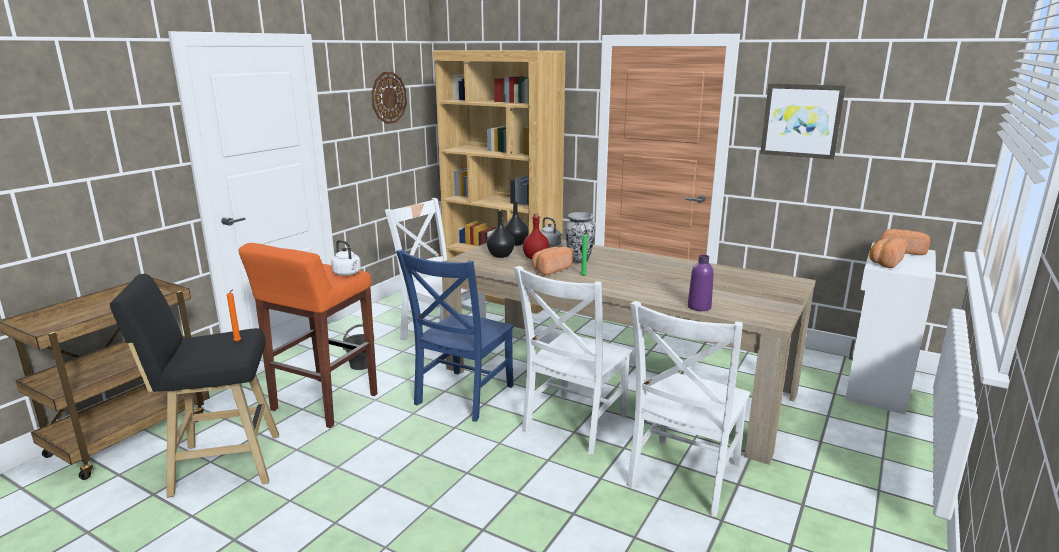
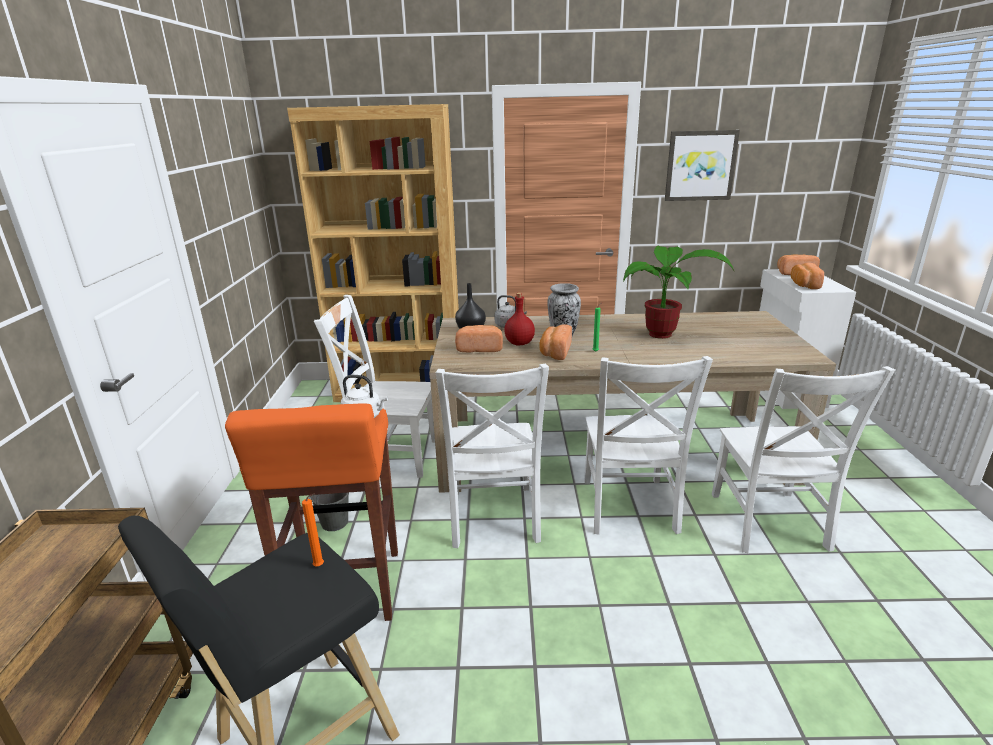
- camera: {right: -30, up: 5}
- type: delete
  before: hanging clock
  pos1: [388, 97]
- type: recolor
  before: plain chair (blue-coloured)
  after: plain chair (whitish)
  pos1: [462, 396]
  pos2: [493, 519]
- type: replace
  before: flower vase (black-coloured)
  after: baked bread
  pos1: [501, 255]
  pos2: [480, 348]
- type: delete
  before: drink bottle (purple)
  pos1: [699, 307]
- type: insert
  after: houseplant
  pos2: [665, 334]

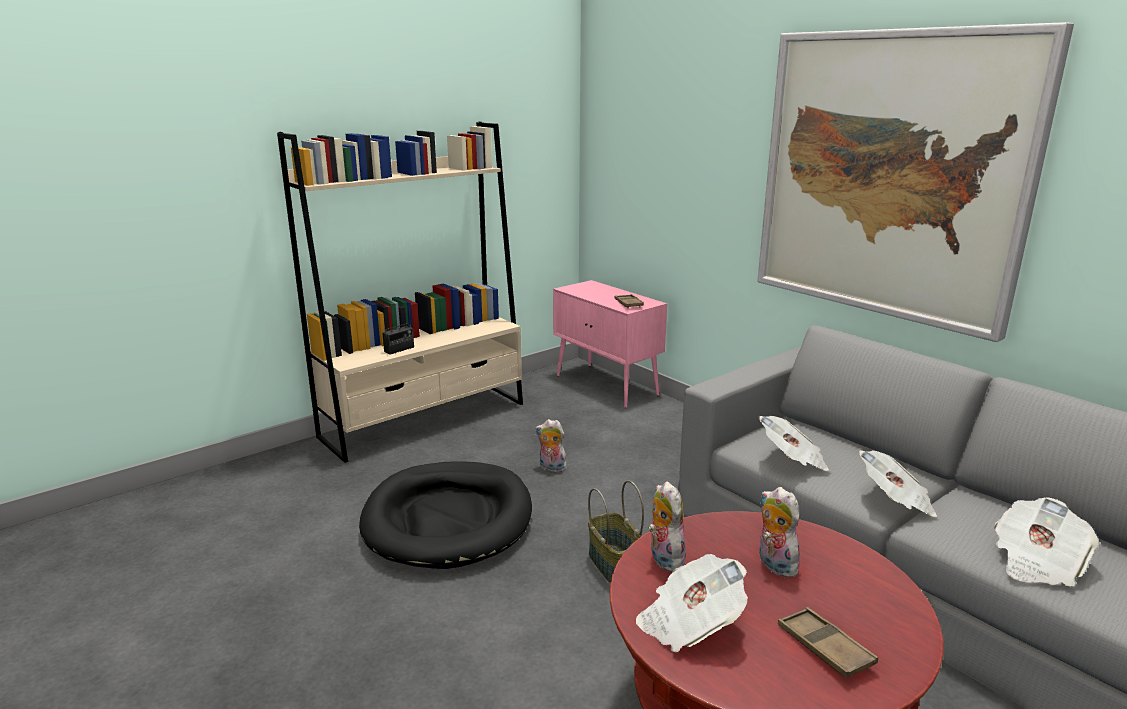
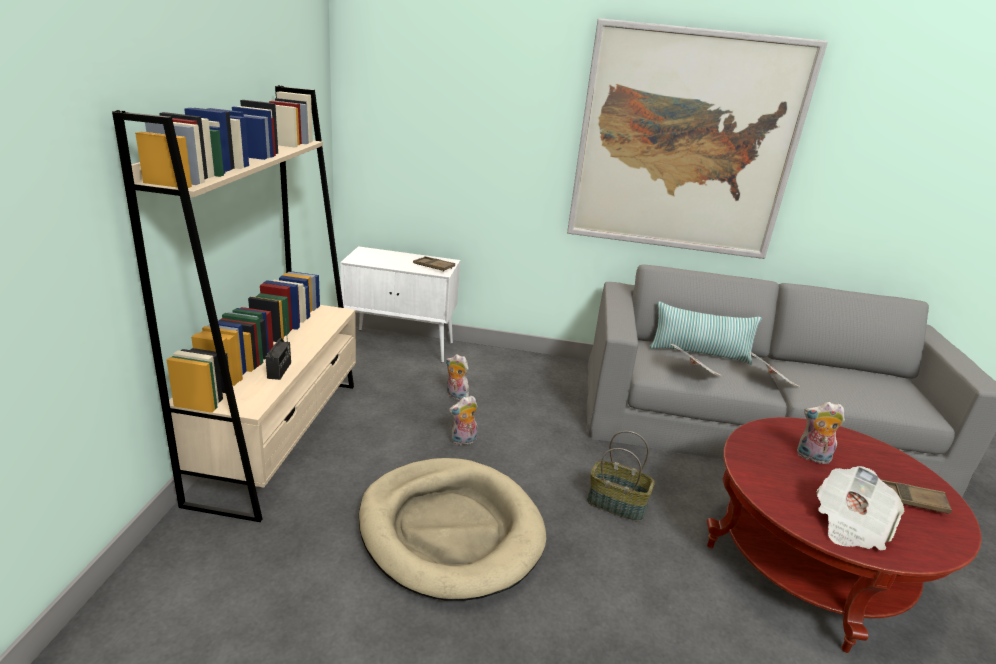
- camera: {right: -45, up: 5}
- type: recolor
  before: pet bed (black-coloured)
  after: pet bed (beige)
  pos1: [448, 519]
  pos2: [450, 530]
- type: recolor
  before: cabinet (pink-coloured)
  after: cabinet (whitish)
  pos1: [607, 386]
  pos2: [401, 345]
- type: move
  before: plush toy
  pos1: [663, 559]
  pos2: [455, 396]
- type: delete
  before: daily paper
  pos1: [1036, 562]
- type: insert
  after: pillow
  pos2: [699, 353]

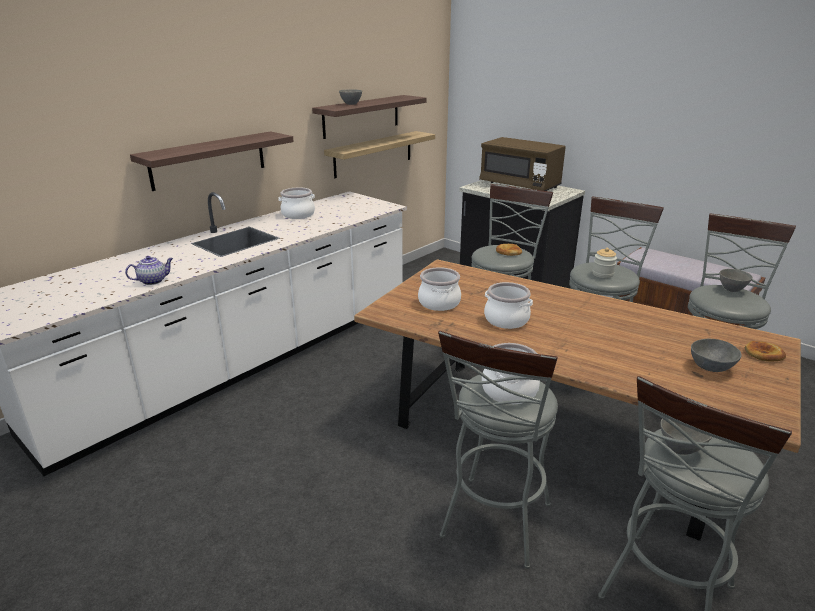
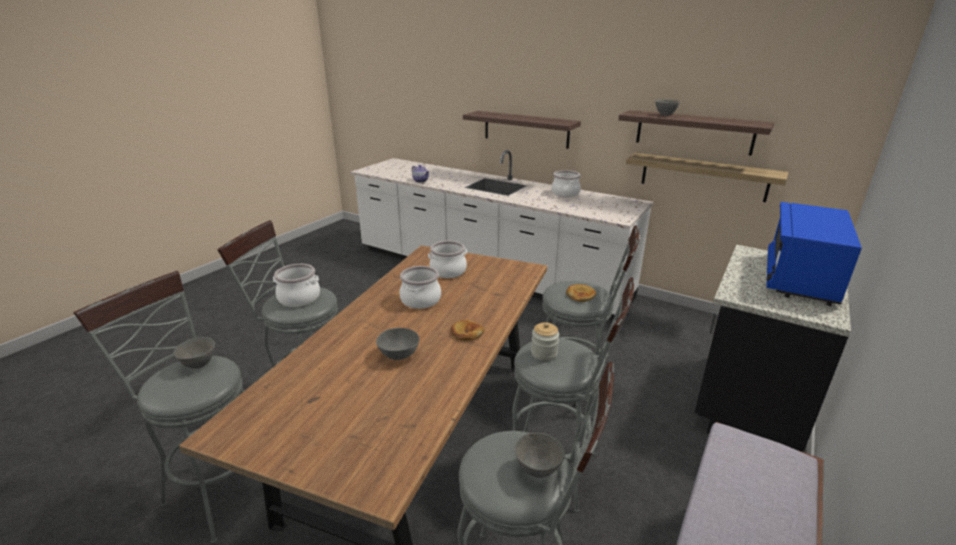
- camera: {right: 80, up: 0}
- type: recolor
  before: kitchen microwave (brown-coloured)
  after: kitchen microwave (blue-coloured)
  pos1: [519, 185]
  pos2: [799, 279]
- type: move
  before: serving bowl (gray)
  pos1: [712, 367]
  pos2: [399, 355]
- type: move
  before: baked bread
  pos1: [763, 354]
  pos2: [466, 333]

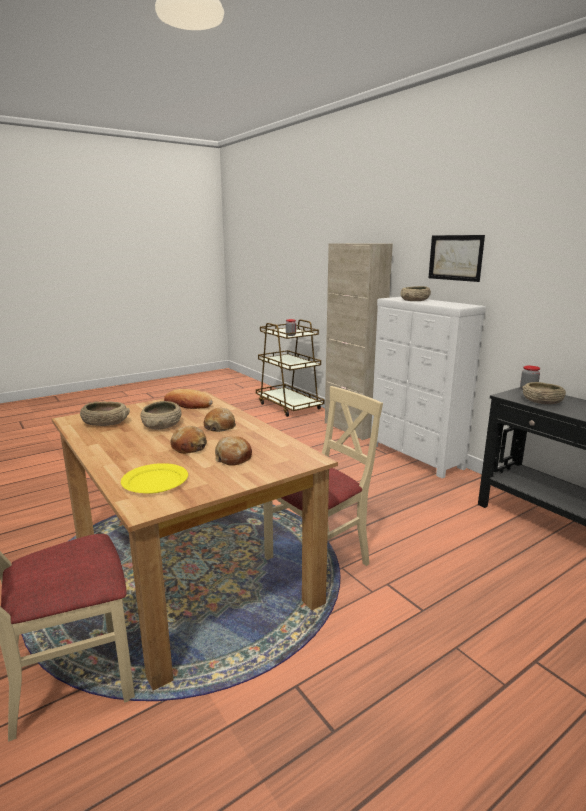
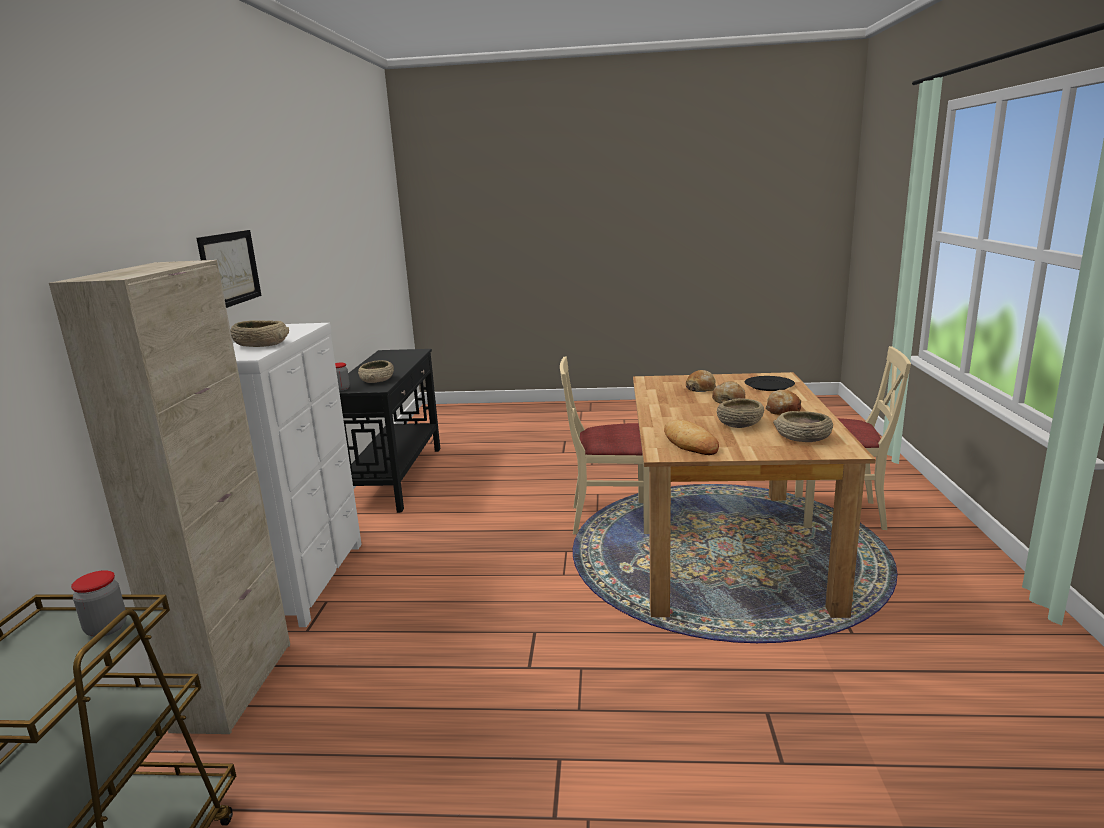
- camera: {right: -140, up: 0}
- type: recolor
  before: flat dish (yellow)
  after: flat dish (black-coloured)
  pos1: [155, 481]
  pos2: [769, 385]
- type: move
  before: baked bread
  pos1: [220, 426]
  pos2: [782, 410]

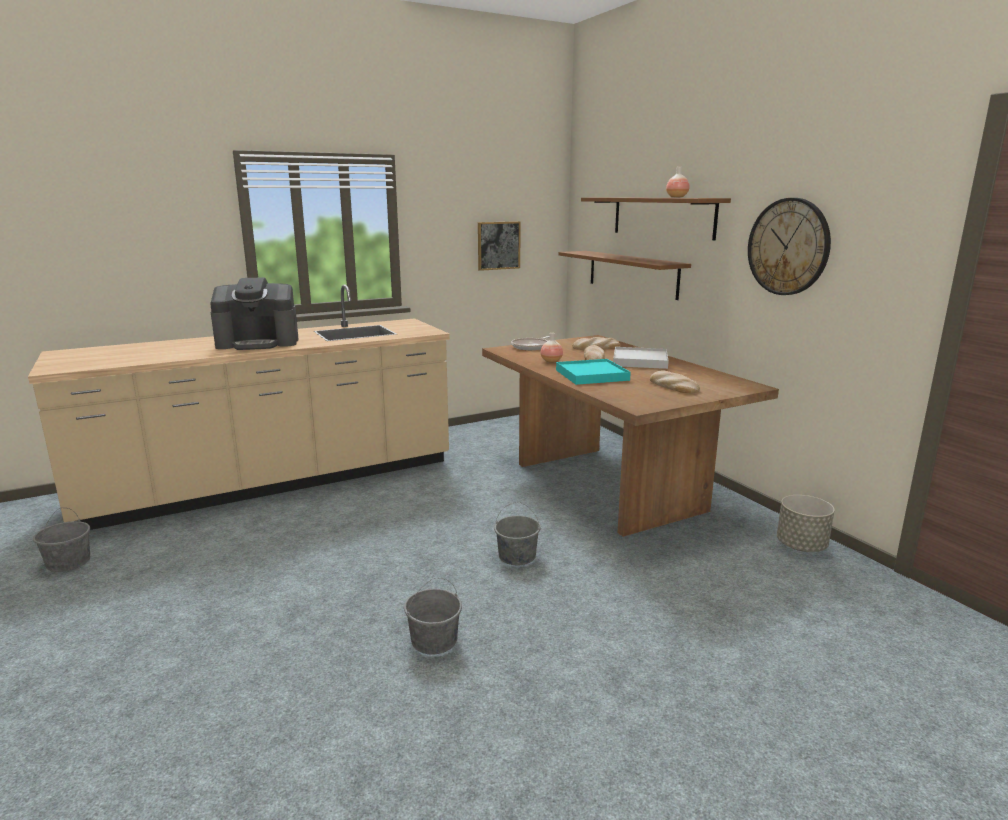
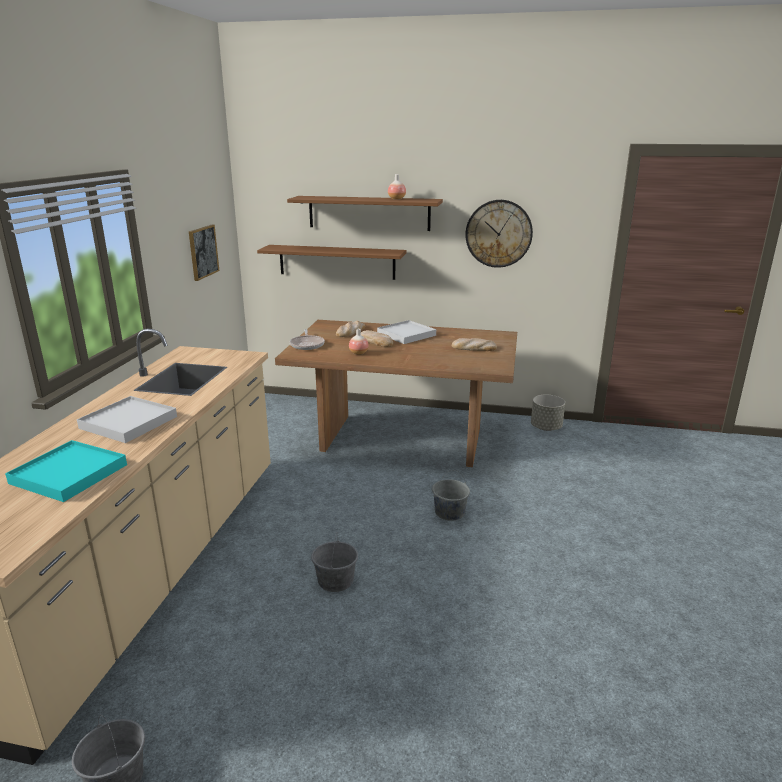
- camera: {right: -50, up: 5}
- type: replace
  before: coffee machine
  after: serving tray (whitish)
  pos1: [258, 342]
  pos2: [128, 422]
- type: move
  before: water bucket (gray)
  pos1: [434, 640]
  pos2: [335, 580]
- type: move
  before: serving tray (turquoise-coloured)
  pos1: [591, 375]
  pos2: [69, 474]

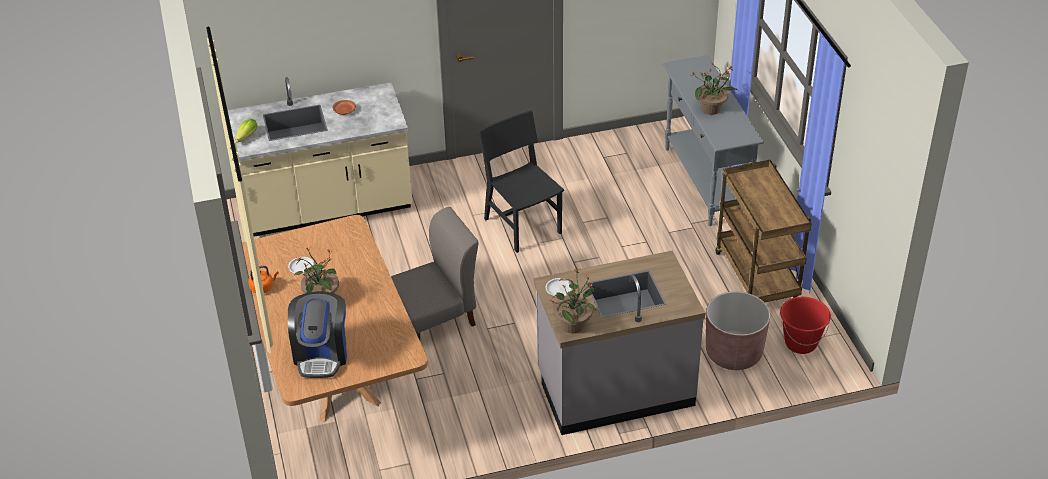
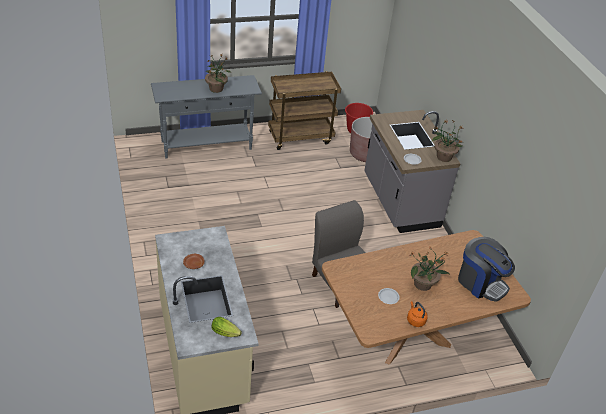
- camera: {right: -95, up: 0}
- type: rotate
  before: coffee machine
  pos1: [321, 354]
  pos2: [481, 283]
  turn: 45
- type: delete
  before: plain chair (black-coloured)
  pos1: [523, 225]

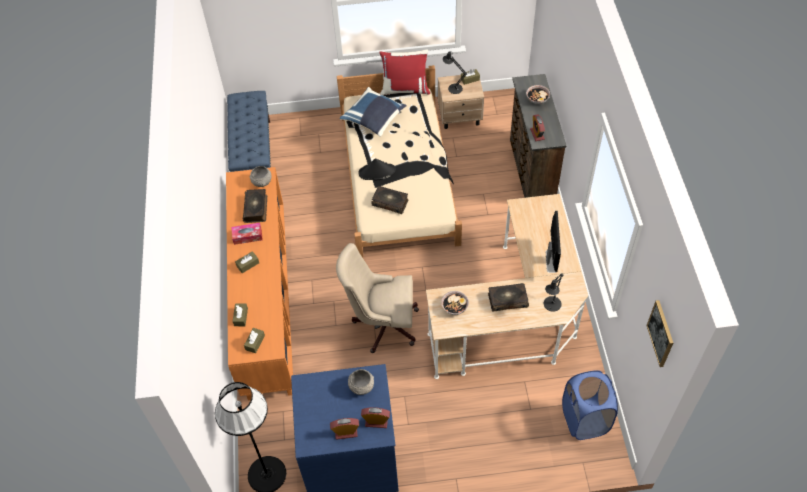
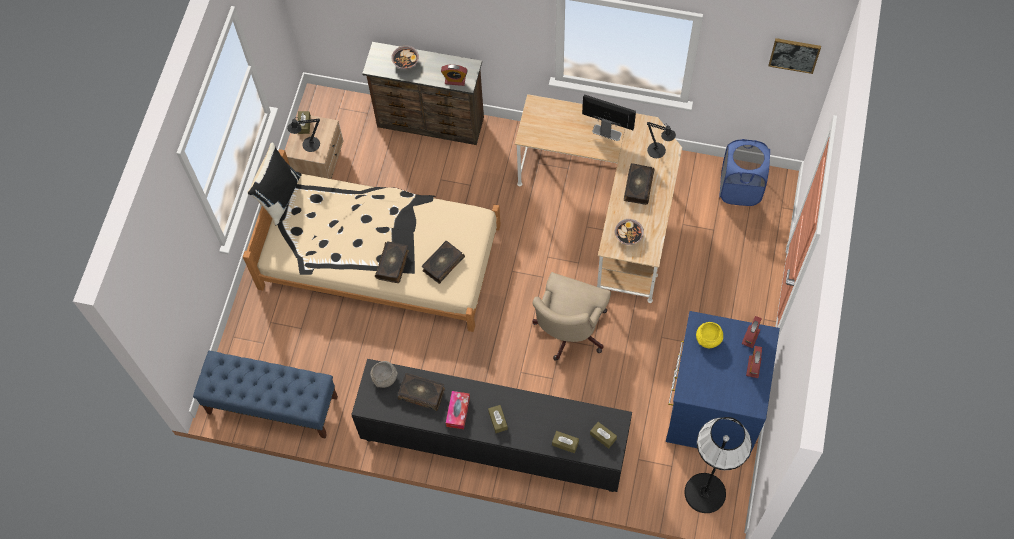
- camera: {right: -70, up: 10}
- type: recolor
  before: cabinet (orangey)
  after: cabinet (black-coloured)
  pos1: [265, 302]
  pos2: [494, 444]
- type: delete
  before: pillow (blue-coloured)
  pos1: [374, 119]
- type: recolor
  before: serving bowl (gray)
  after: serving bowl (yellow)
  pos1: [361, 386]
  pos2: [708, 339]
- type: replace
  before: hat (black-coloured)
  after: bound book
  pos1: [377, 172]
  pos2: [393, 264]
- type: recolor
  before: pillow (red-coloured)
  after: pillow (black-coloured)
  pos1: [405, 89]
  pos2: [279, 197]

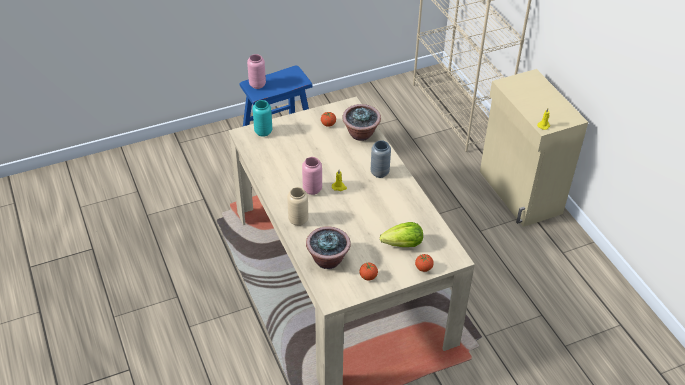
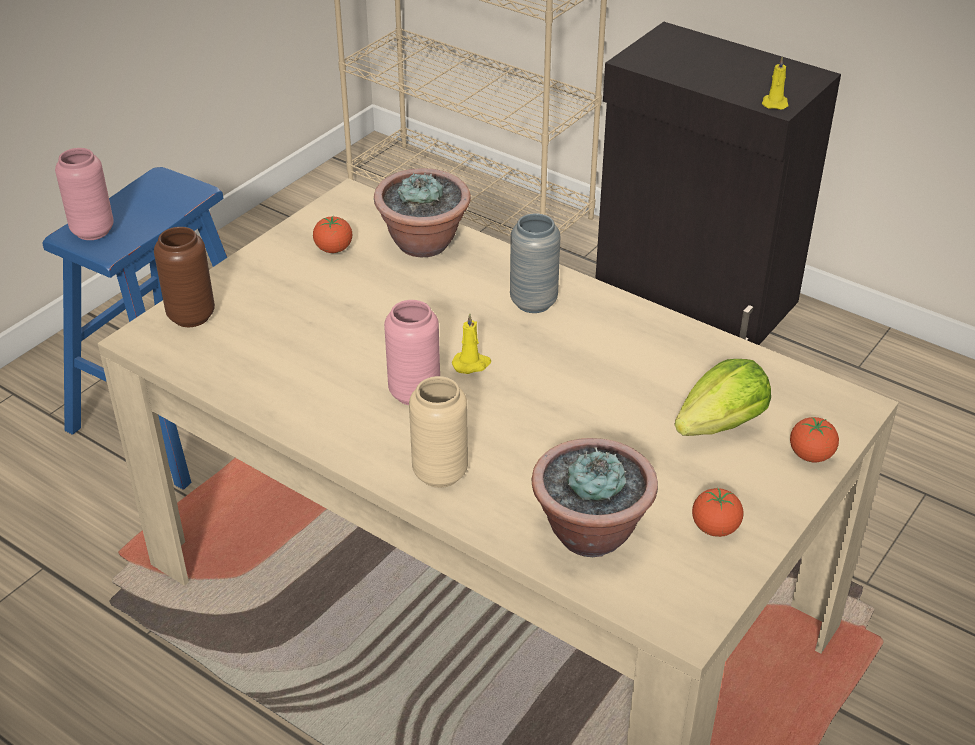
- camera: {right: -30, up: -5}
- type: recolor
  before: flower vase (turquoise-coloured)
  after: flower vase (brown-coloured)
  pos1: [263, 132]
  pos2: [191, 316]
- type: recolor
  before: cabinet (beige)
  after: cabinet (black-coloured)
  pos1: [519, 193]
  pos2: [695, 295]

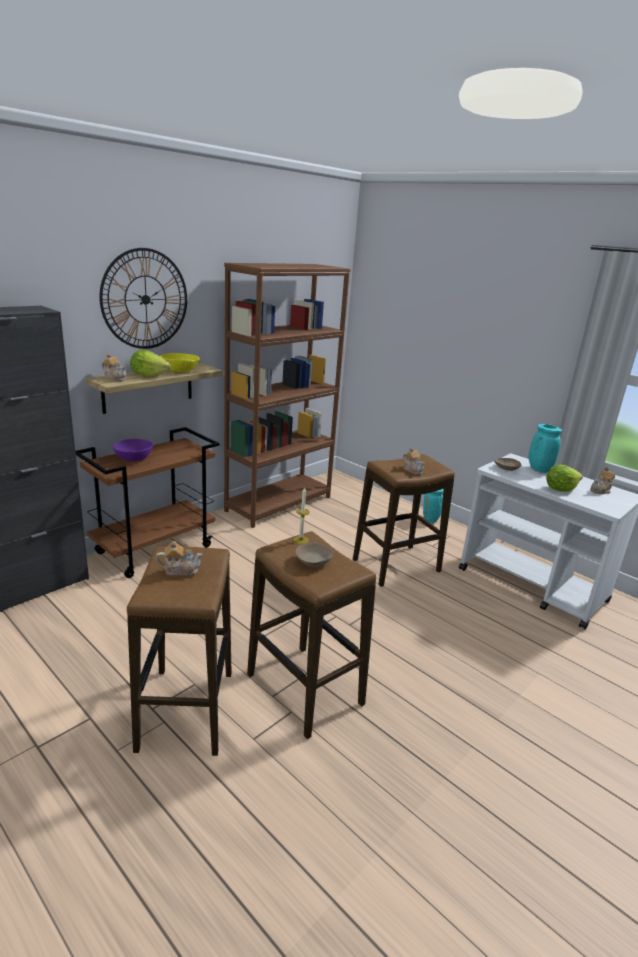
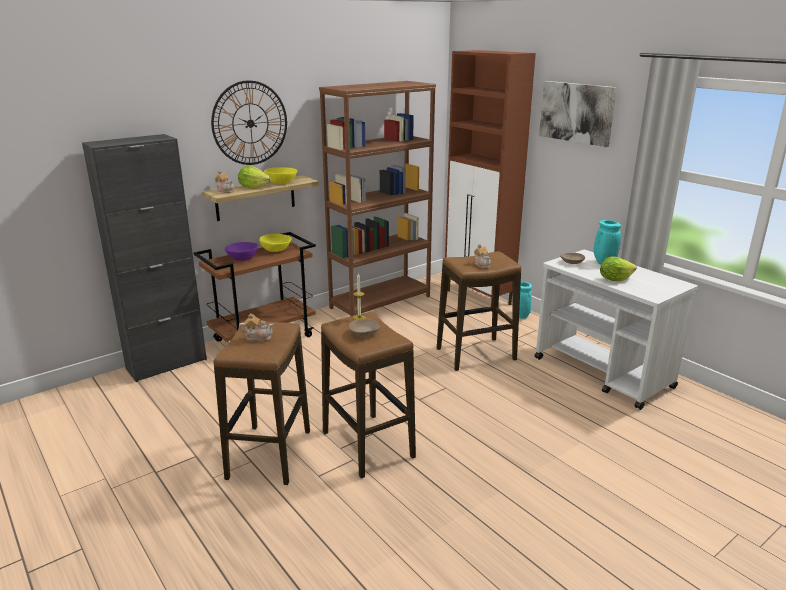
- camera: {right: 10, up: 0}
- type: delete
  before: tea pot
  pos1: [601, 490]
- type: insert
  after: serving bowl (yellow)
  pos2: [276, 250]
- type: insert
  after: cabinet (brown-coloured)
  pos2: [479, 298]
- type: insert
  after: wall picture
  pos2: [577, 112]

